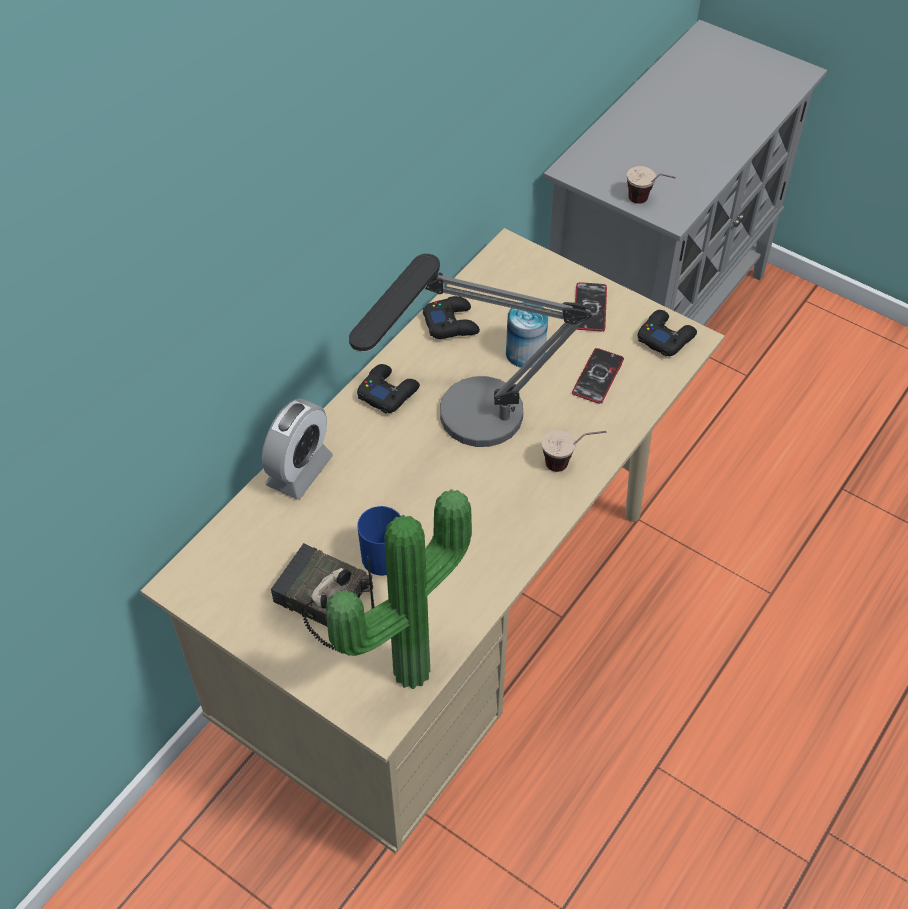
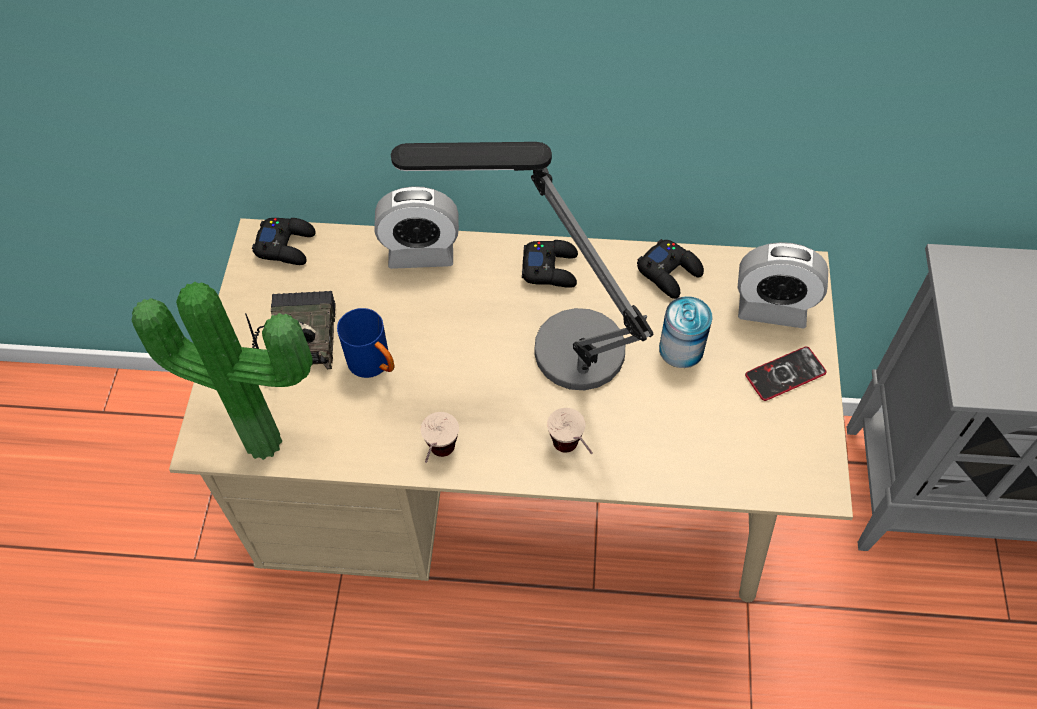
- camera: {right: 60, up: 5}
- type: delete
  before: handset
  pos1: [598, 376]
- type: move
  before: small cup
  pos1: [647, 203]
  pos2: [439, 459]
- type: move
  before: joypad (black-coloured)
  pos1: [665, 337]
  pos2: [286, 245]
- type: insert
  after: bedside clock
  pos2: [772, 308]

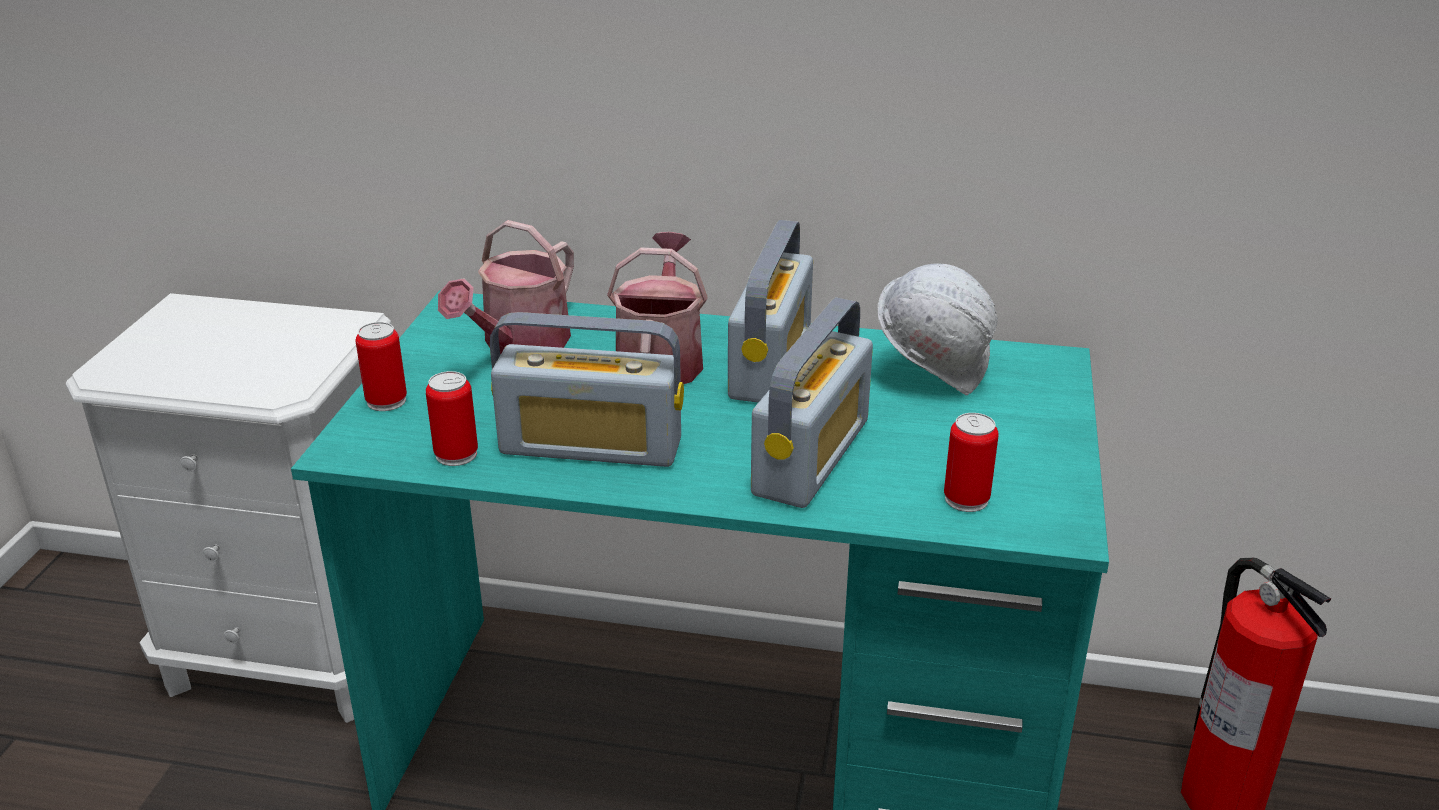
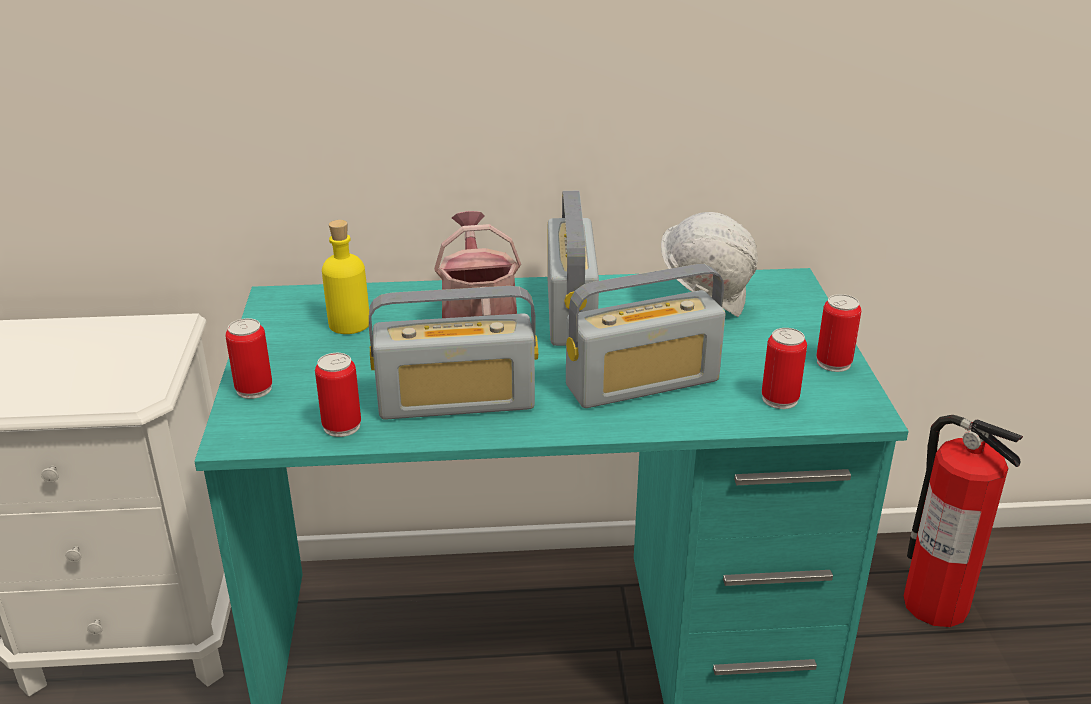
- camera: {right: -15, up: 0}
- type: replace
  before: watering pot
  after: drink bottle (yellow)
  pos1: [519, 344]
  pos2: [349, 324]
- type: rotate
  before: radio receiver
  pos1: [811, 457]
  pos2: [642, 383]
  turn: 60
- type: insert
  after: metal can
  pos2: [833, 363]

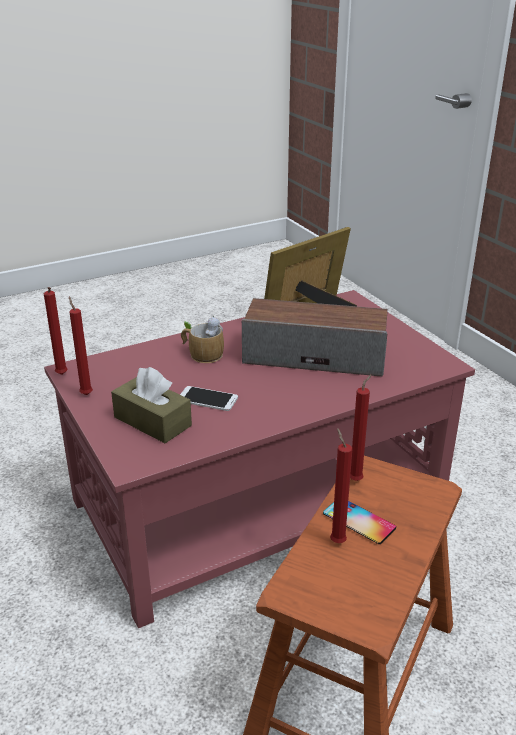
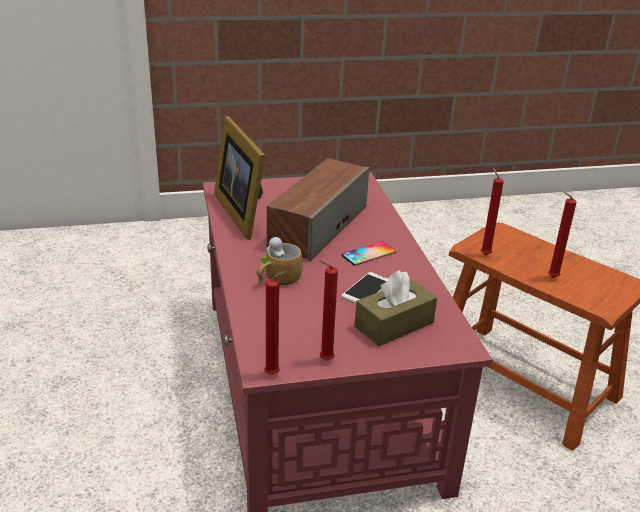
- camera: {right: -75, up: 0}
- type: move
  before: handset
  pos1: [359, 520]
  pos2: [368, 253]

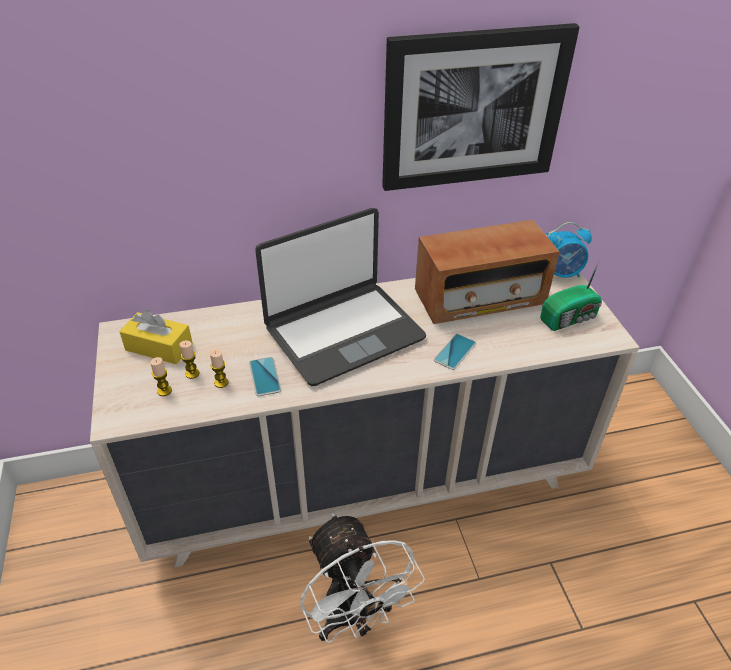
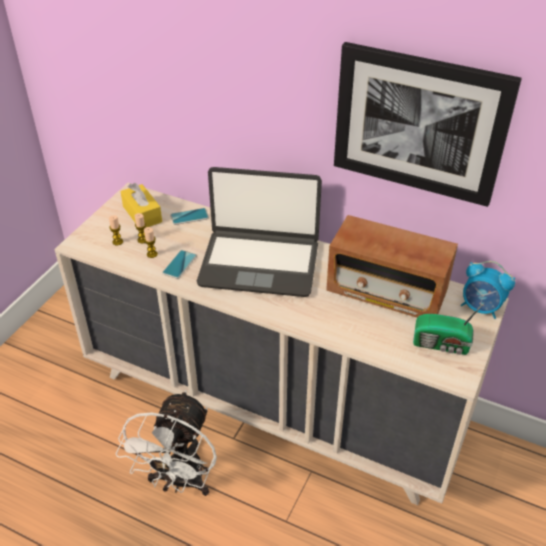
- camera: {right: 40, up: 0}
- type: move
  before: handset
  pos1: [455, 352]
  pos2: [189, 217]

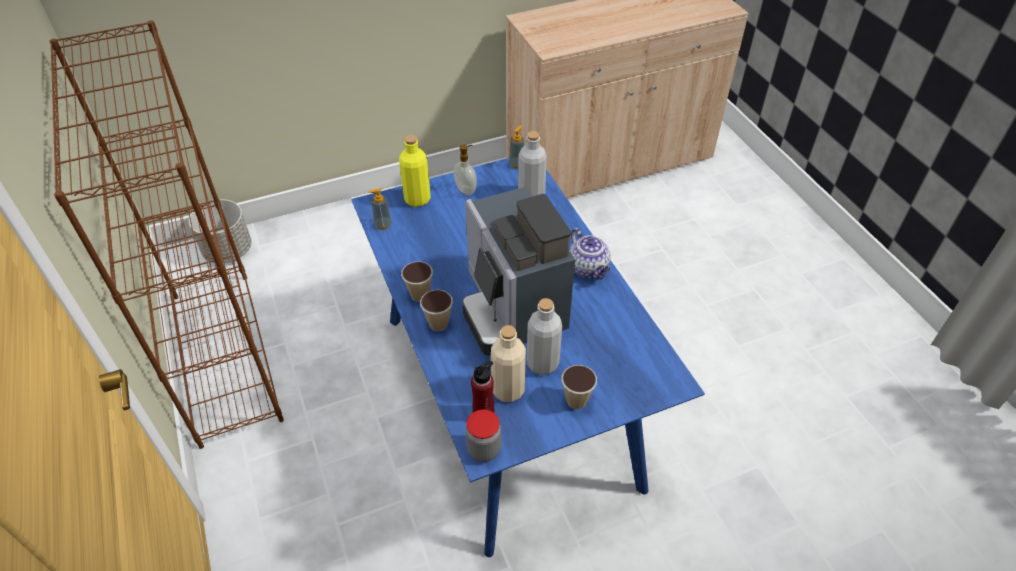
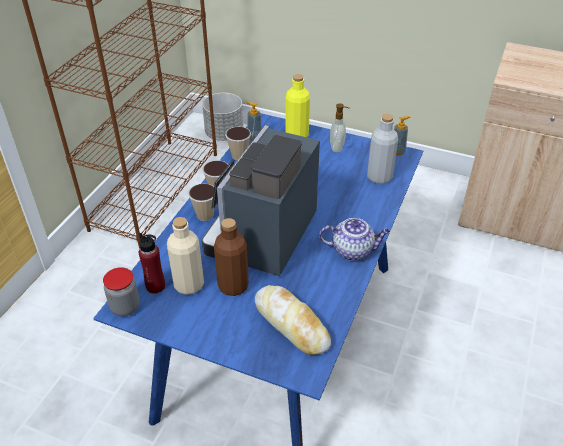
- camera: {right: 45, up: -5}
- type: recolor
  before: drink bottle (gray)
  after: drink bottle (brown-coloured)
  pos1: [542, 363]
  pos2: [233, 286]
- type: move
  before: small cup
  pos1: [576, 400]
  pos2: [239, 156]
- type: rotate
  before: tea pot
  pos1: [589, 269]
  pos2: [353, 250]
  turn: -105
- type: insert
  after: baked bread
  pos2: [291, 324]

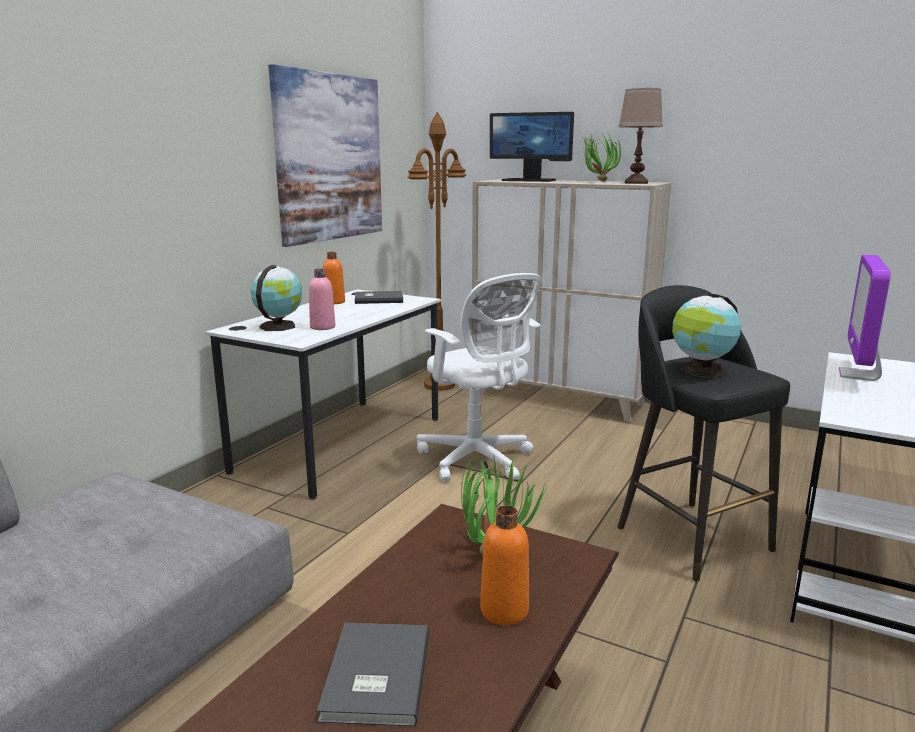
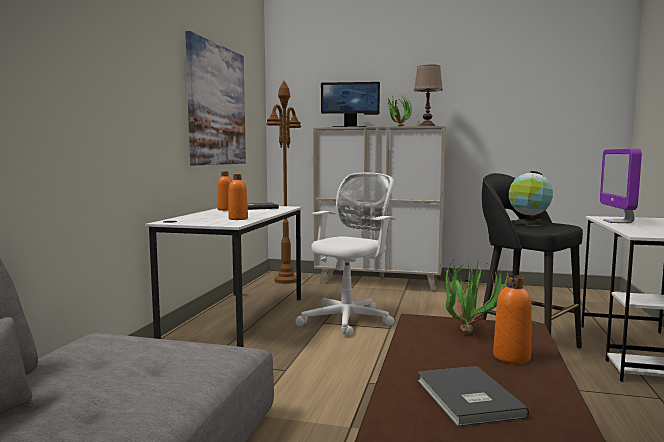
- camera: {right: -15, up: -10}
- type: delete
  before: globe
  pos1: [279, 326]
- type: recolor
  before: drink bottle (pink-coloured)
  after: drink bottle (orangey)
  pos1: [322, 327]
  pos2: [238, 219]
- type: rotate
  before: desk chair (whitish)
  pos1: [478, 460]
  pos2: [349, 319]
  turn: -90

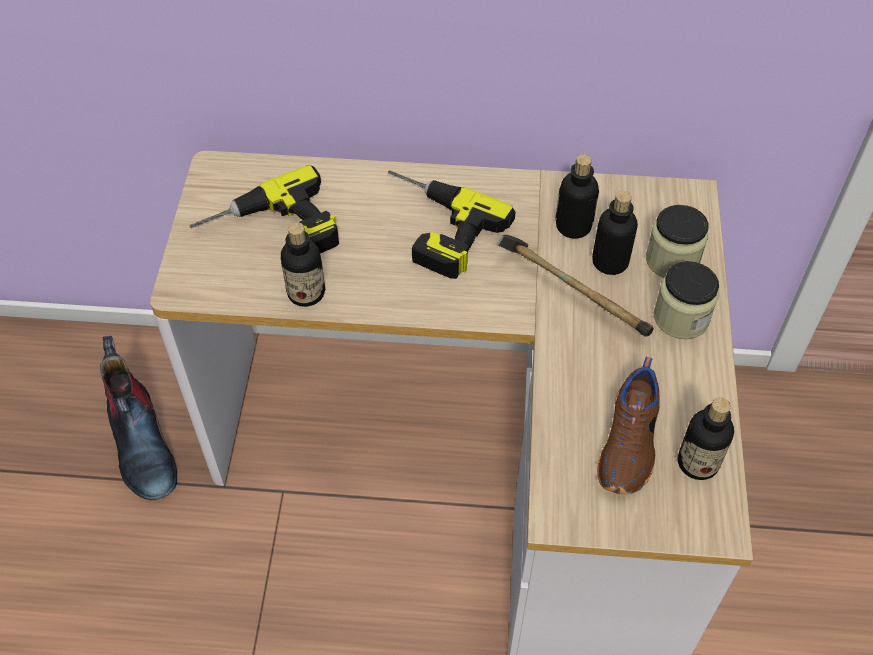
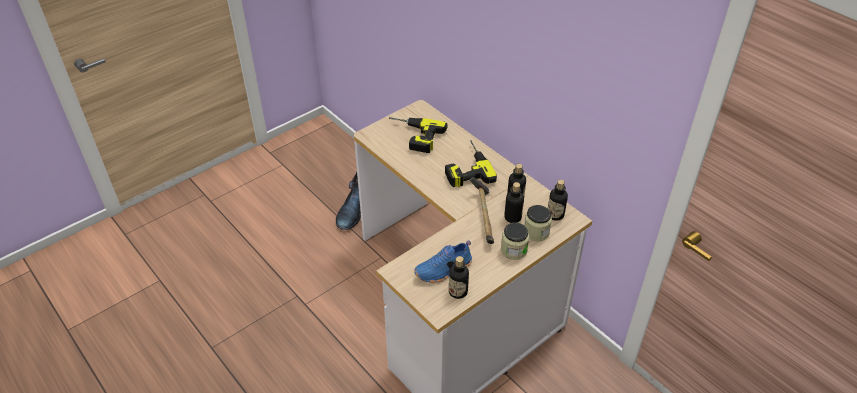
- camera: {right: 45, up: -10}
- type: move
  before: drink bottle
  pos1: [306, 293]
  pos2: [555, 215]
- type: recolor
  before: low shoe (brown-coloured)
  after: low shoe (blue-coloured)
  pos1: [630, 443]
  pos2: [444, 270]

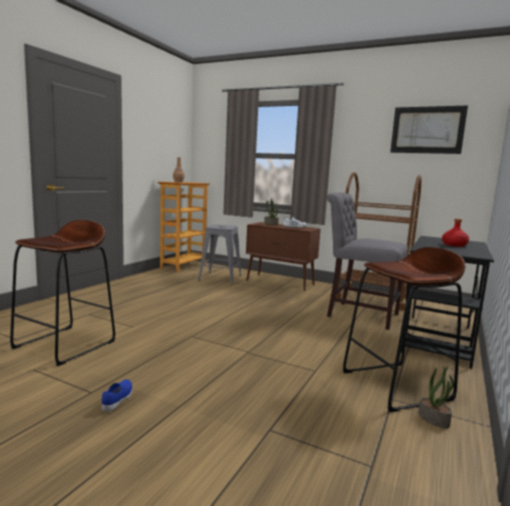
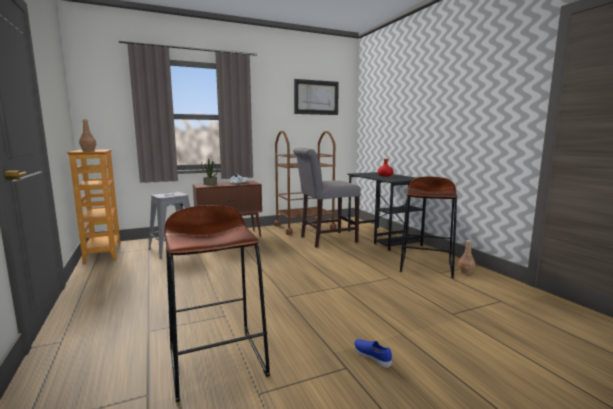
- camera: {right: -50, up: 0}
- type: replace
  before: houseplant
  after: drink bottle (brown-coloured)
  pos1: [434, 419]
  pos2: [466, 272]

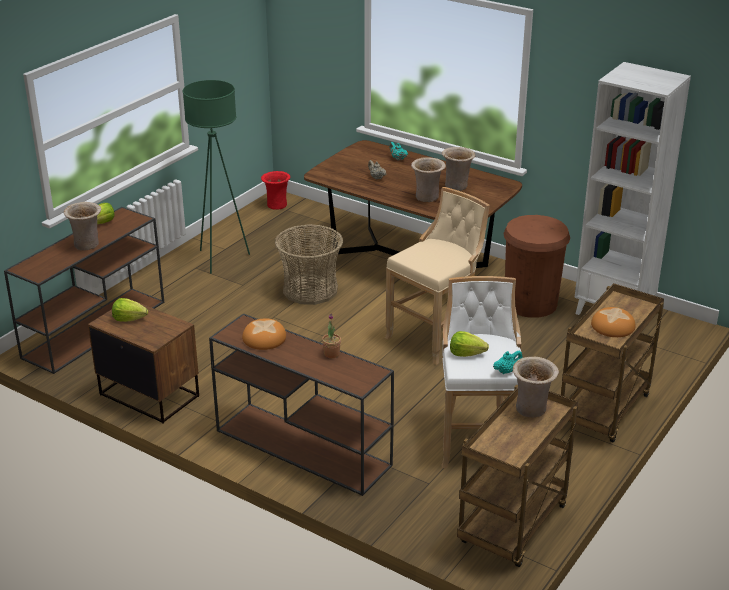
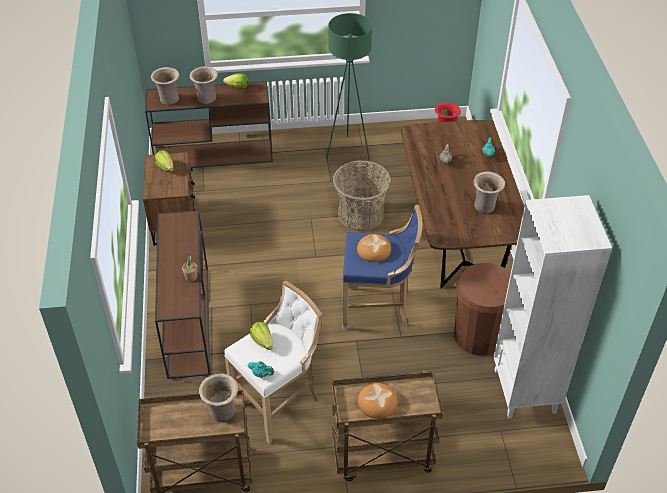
- camera: {right: 50, up: 15}
- type: move
  before: baked bread
  pos1: [264, 338]
  pos2: [374, 250]
- type: recolor
  before: stool (beige)
  after: stool (blue-coloured)
  pos1: [436, 335]
  pos2: [377, 309]
- type: move
  before: flower vase (beige)
  pos1: [427, 198]
  pos2: [169, 100]

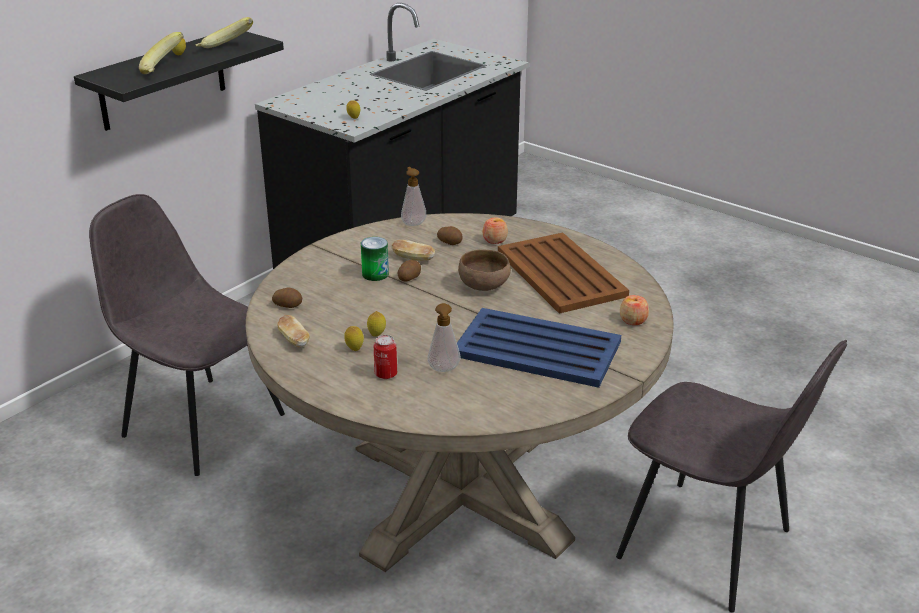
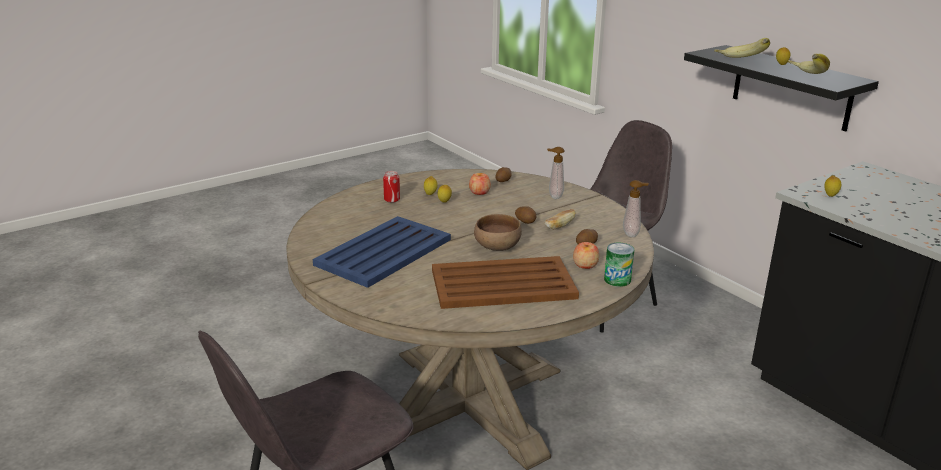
- camera: {right: 105, up: -5}
- type: delete
  before: baked bread
  pos1: [294, 340]
- type: move
  before: metal can
  pos1: [375, 274]
  pos2: [617, 280]
- type: move
  before: liquid soap bottle
  pos1: [444, 370]
  pos2: [554, 196]
- type: move
  before: apple fruit
  pos1: [633, 320]
  pos2: [479, 192]

